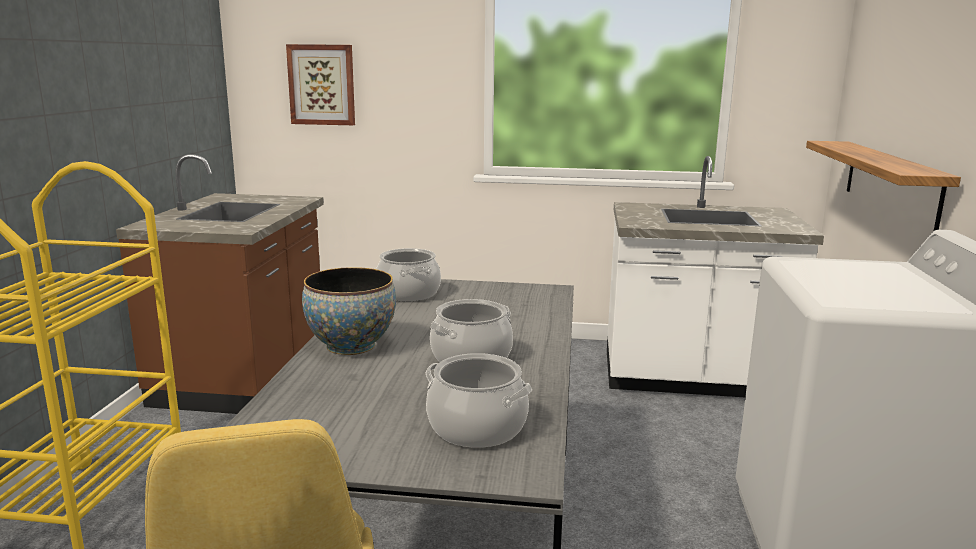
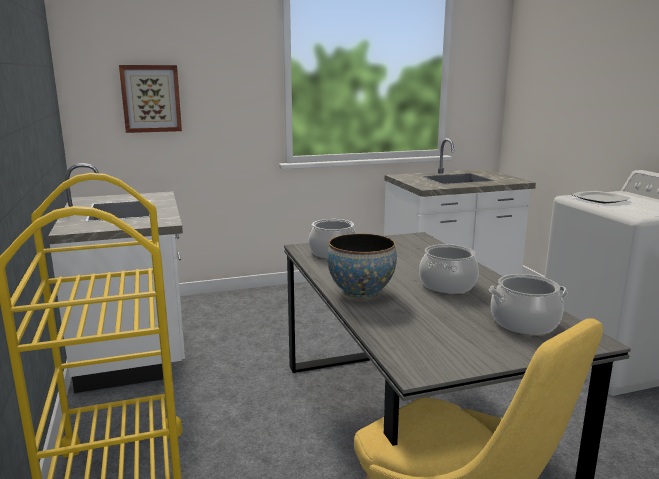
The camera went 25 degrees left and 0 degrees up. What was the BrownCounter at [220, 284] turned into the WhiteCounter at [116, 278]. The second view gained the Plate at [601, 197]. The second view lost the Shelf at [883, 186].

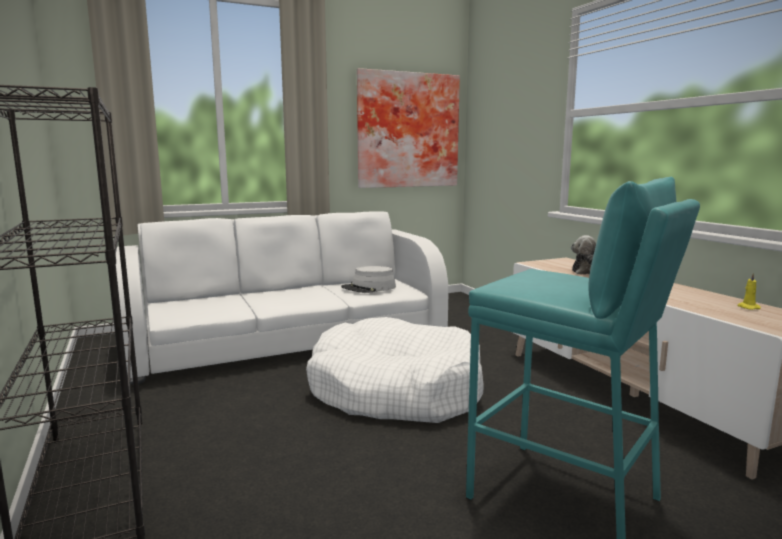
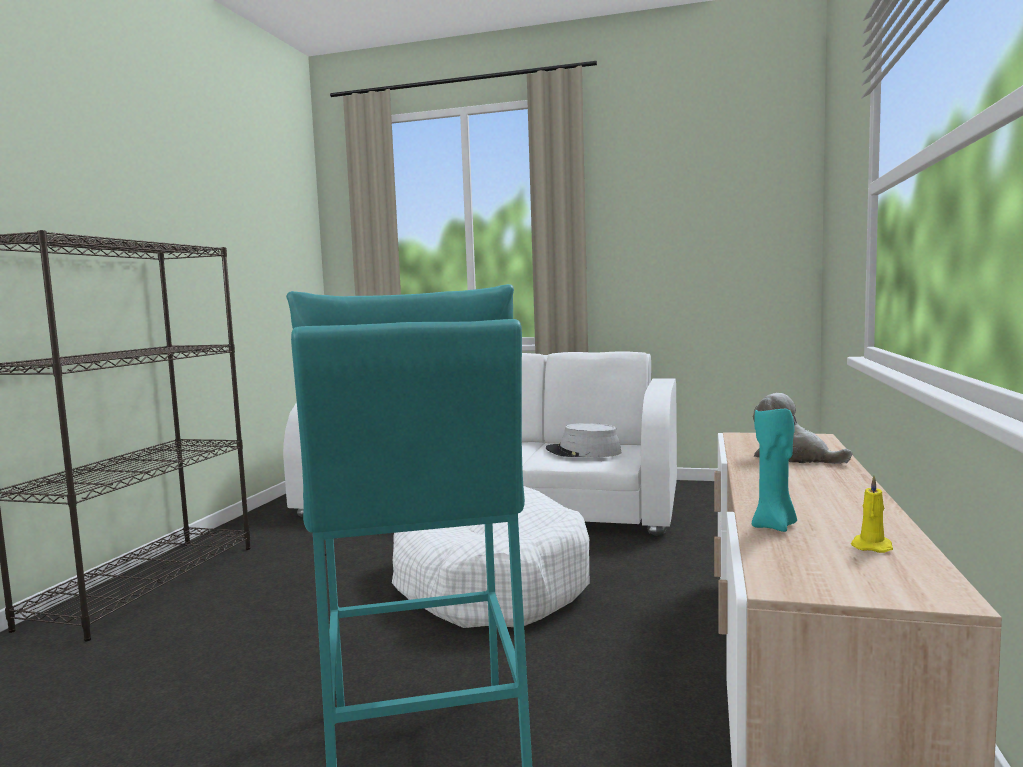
The camera went 40 degrees right and 5 degrees down. The second view gained the TurquoiseCandle at [774, 468]. The second view lost the Picture at [408, 128].

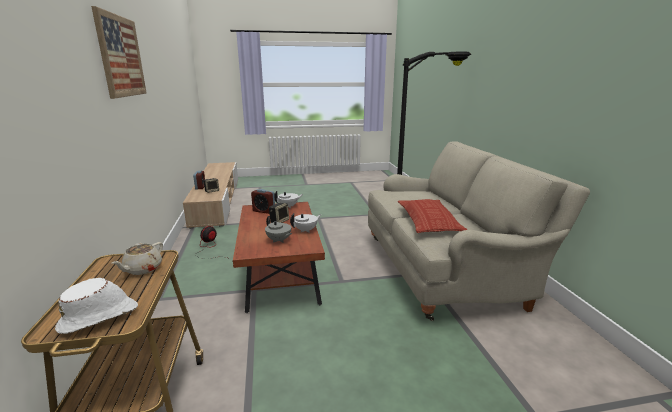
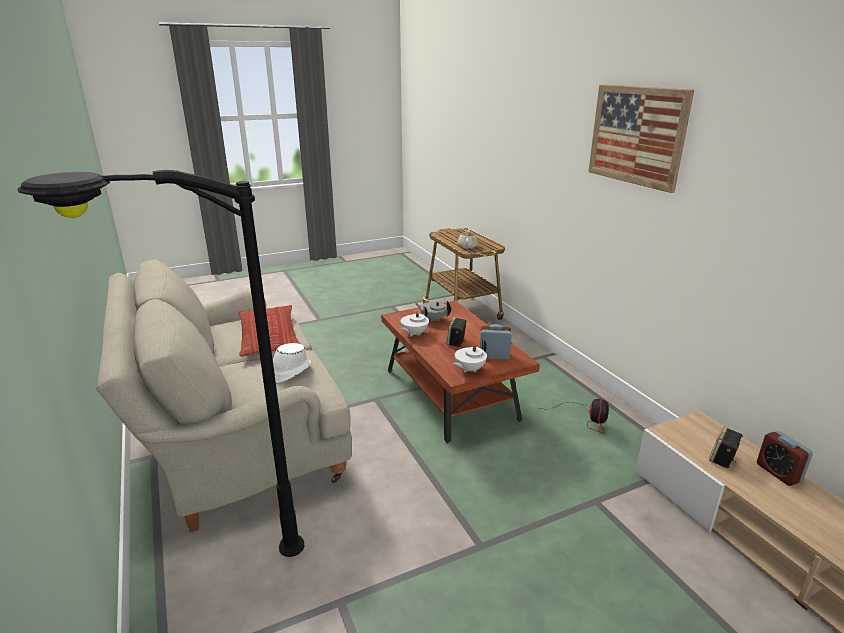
The camera went 165 degrees right and 5 degrees up. The WhiteHat ended up elsewhere, having gone from [96, 306] to [292, 363].

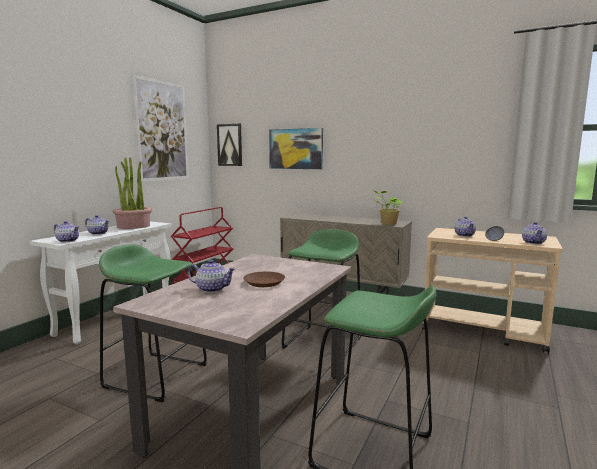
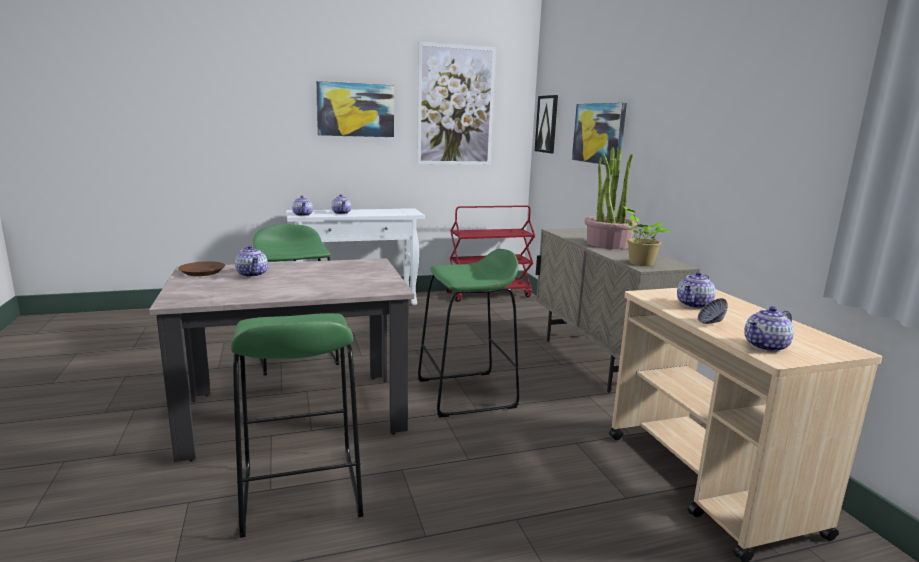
The camera went 45 degrees right and 5 degrees up. The BrownPlate ended up elsewhere, having gone from [264, 279] to [201, 268]. The second view gained the Picture at [355, 109]. The PottedPlant ended up elsewhere, having gone from [132, 193] to [611, 198].

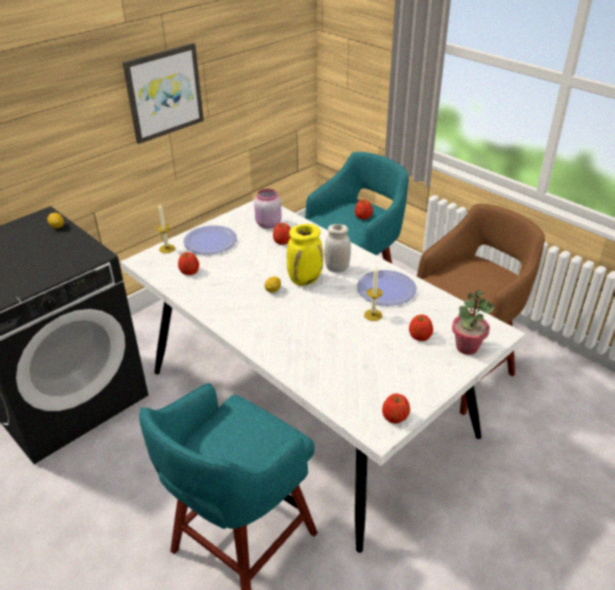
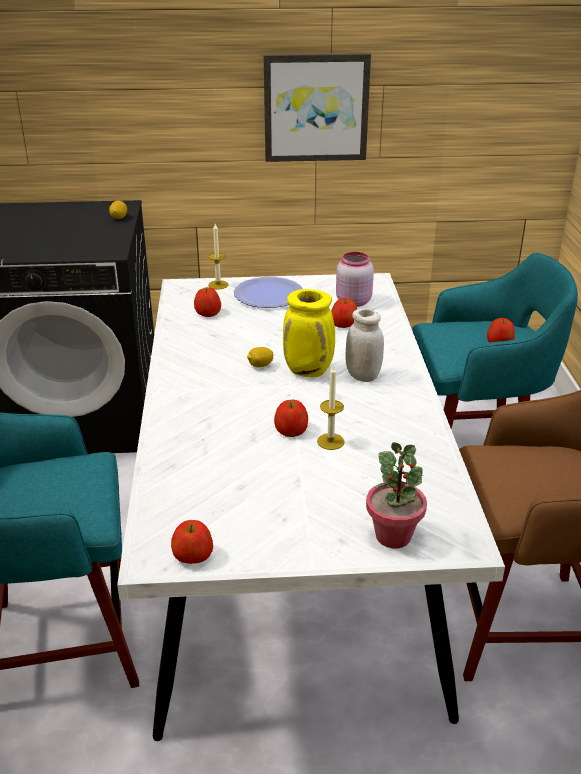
The camera went 40 degrees right and 5 degrees down. The Apple ended up elsewhere, having gone from [421, 328] to [291, 418]. The second view lost the Plate at [387, 288].

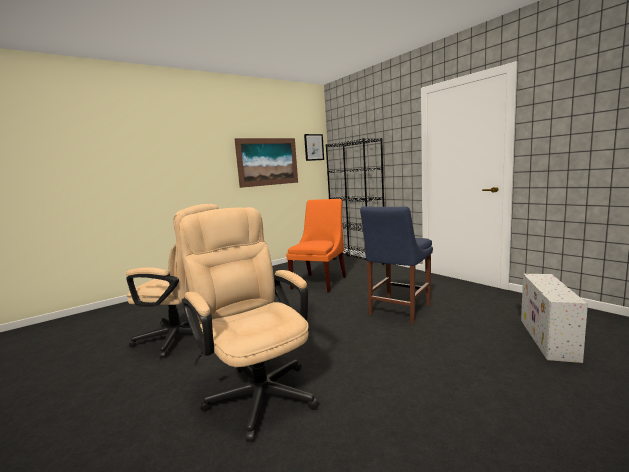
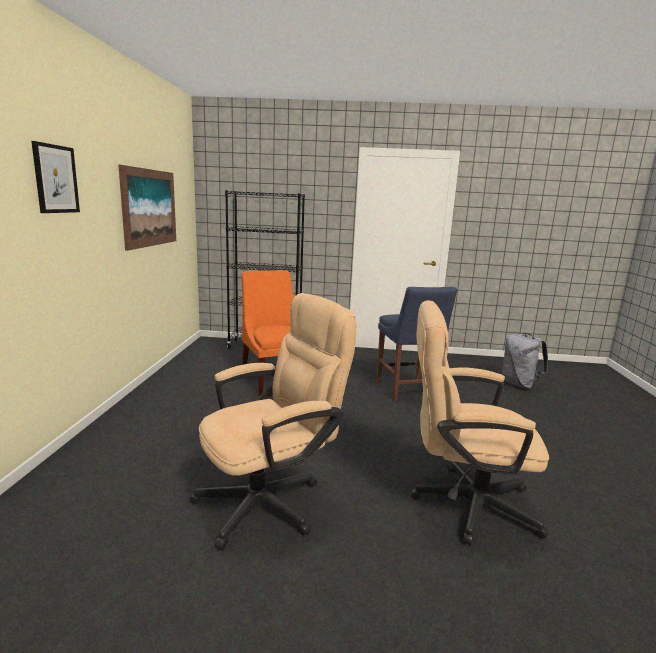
The camera went 50 degrees left and 5 degrees up. The Picture ended up elsewhere, having gone from [314, 147] to [55, 177]. Where the WhiteStorageBox stood at [554, 318], the GreyBackpack came to stand at [525, 361].

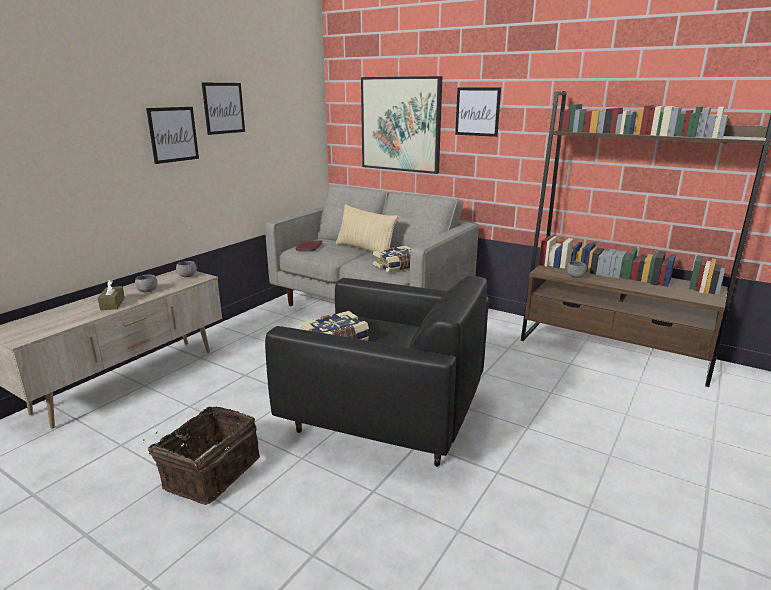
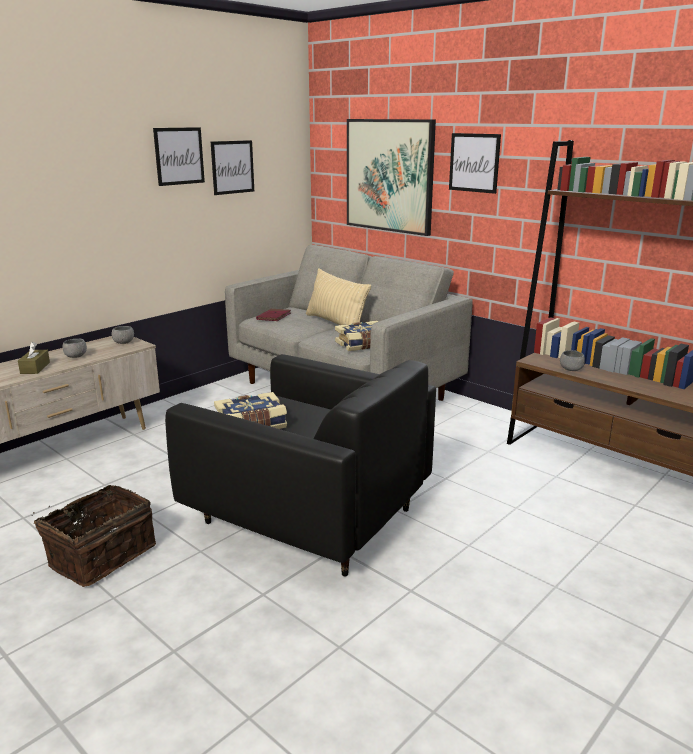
The camera went 10 degrees right and 0 degrees up. The Picture ended up elsewhere, having gone from [172, 135] to [232, 167].

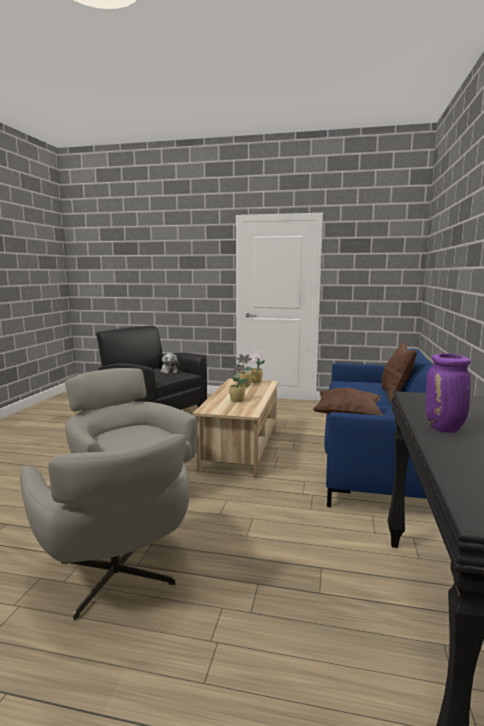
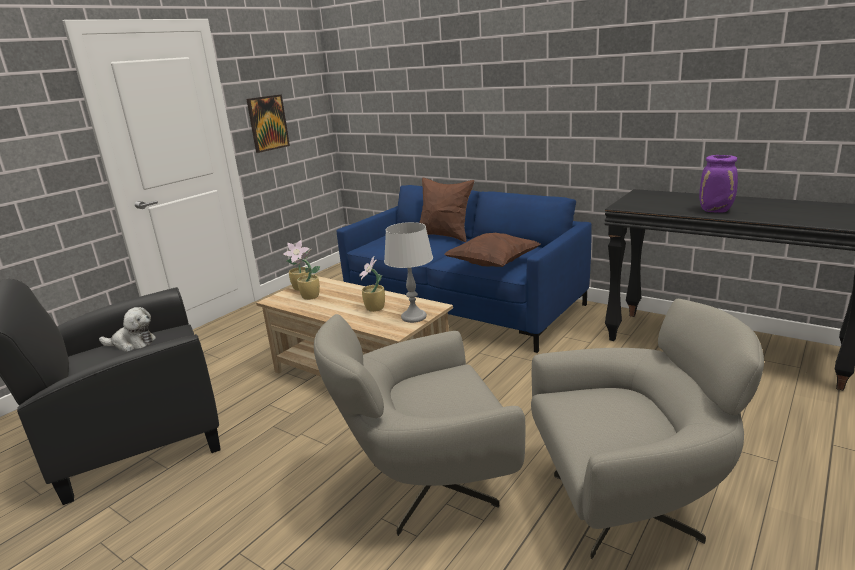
The camera went 65 degrees left and 10 degrees up. The second view gained the Picture at [268, 123]. The second view gained the GreyTableLamp at [408, 272].

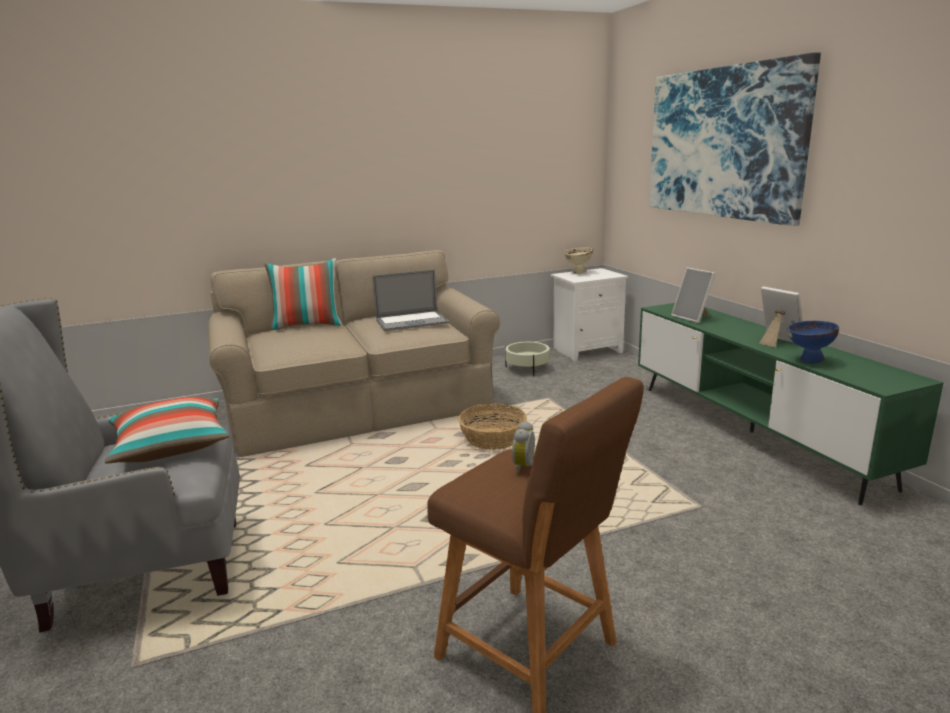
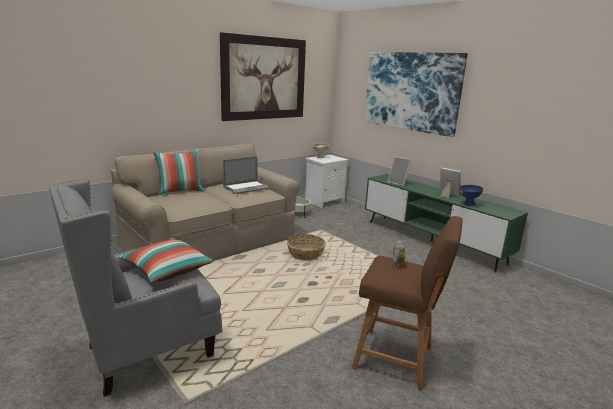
The camera went 20 degrees left and 0 degrees up. The second view gained the Picture at [263, 76].

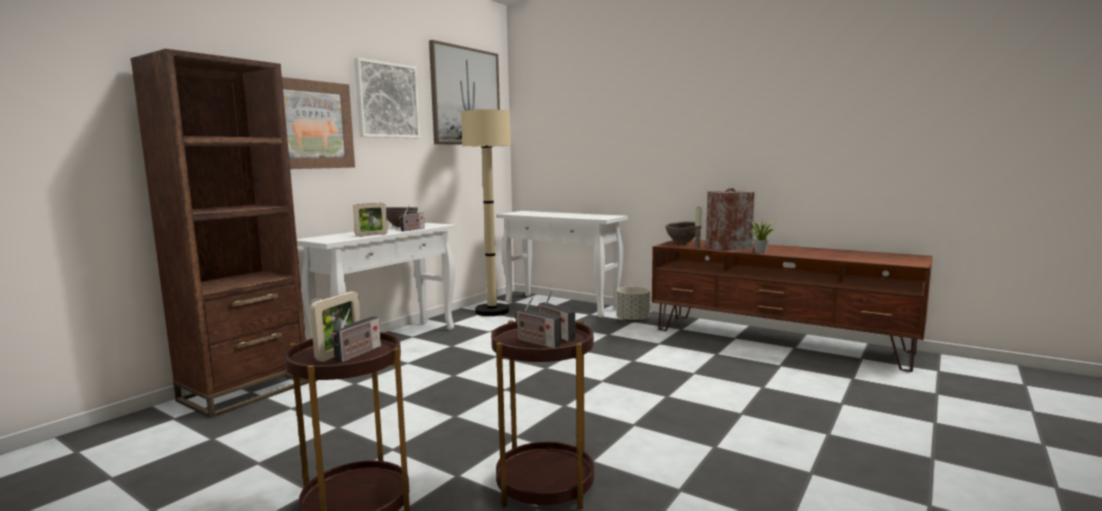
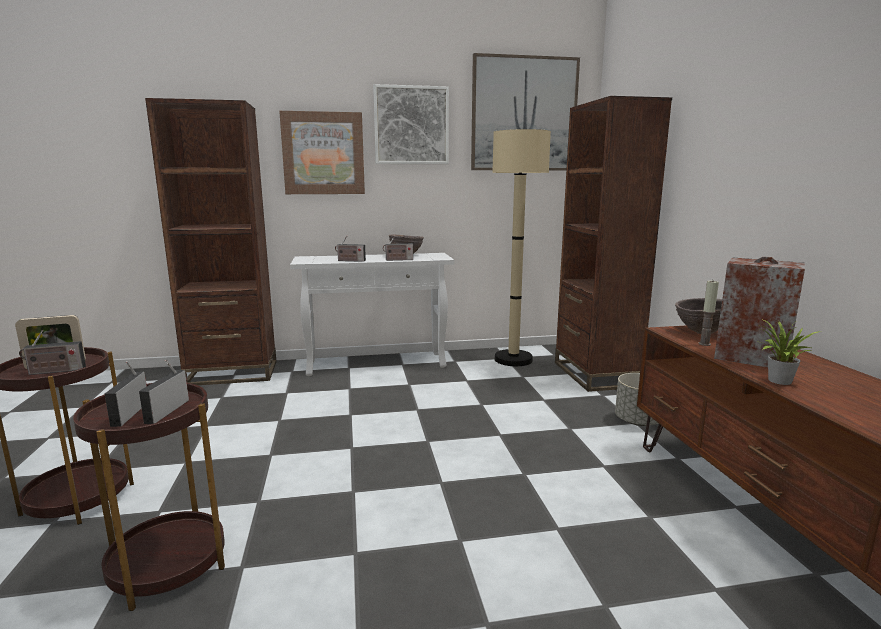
The camera went 45 degrees right and 5 degrees up. Where the PictureFrame stood at [370, 220], the Radio came to stand at [350, 249]. Where the WhiteConsoleTable stood at [562, 264], the BrownBookcase came to stand at [613, 244].

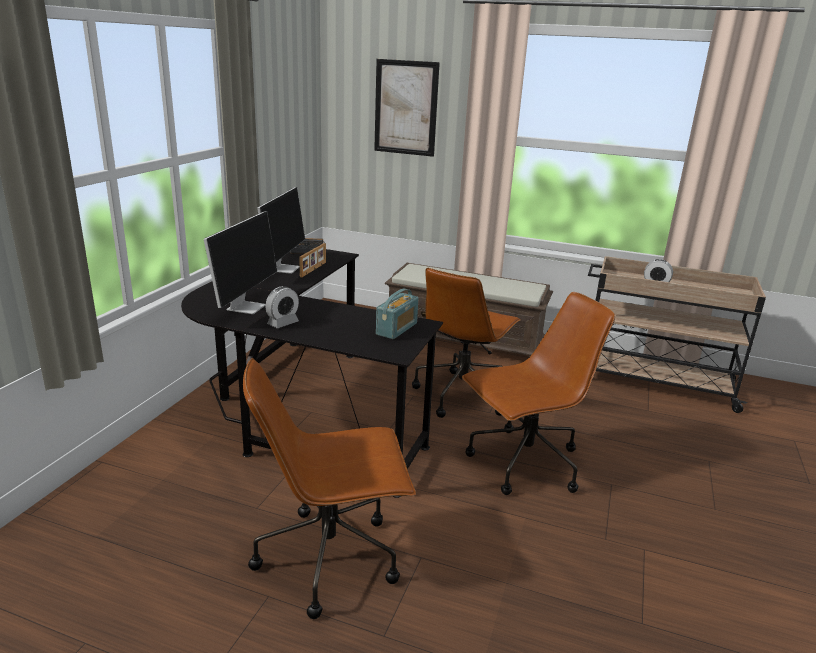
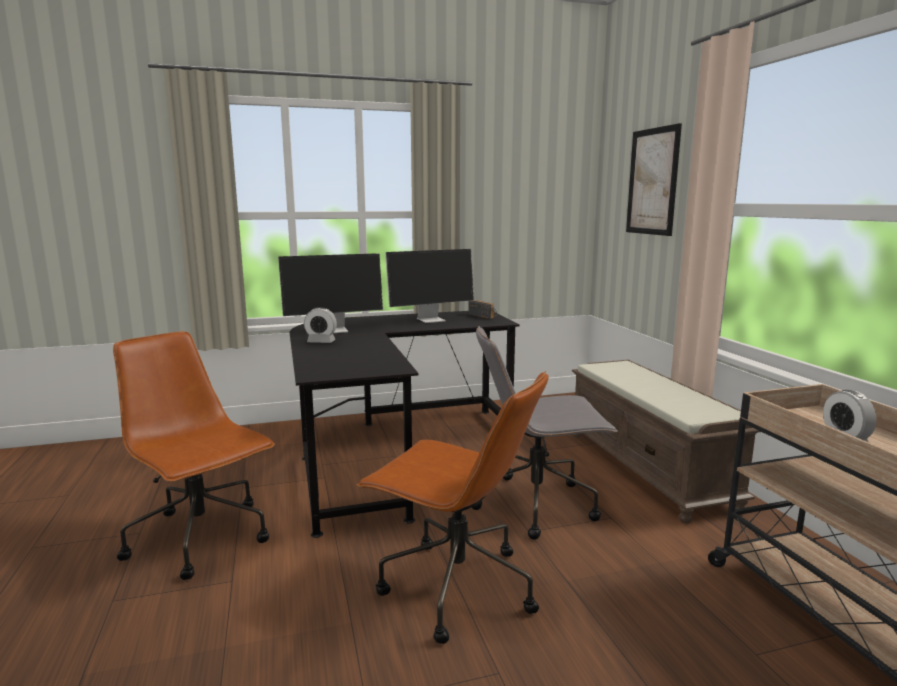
The camera went 55 degrees right and 10 degrees down. What was the BrownOfficeChair at [466, 343] turned into the GreyOfficeChair at [545, 433]. The second view lost the PictureFrame at [312, 260]. The second view lost the Radio at [397, 314].

